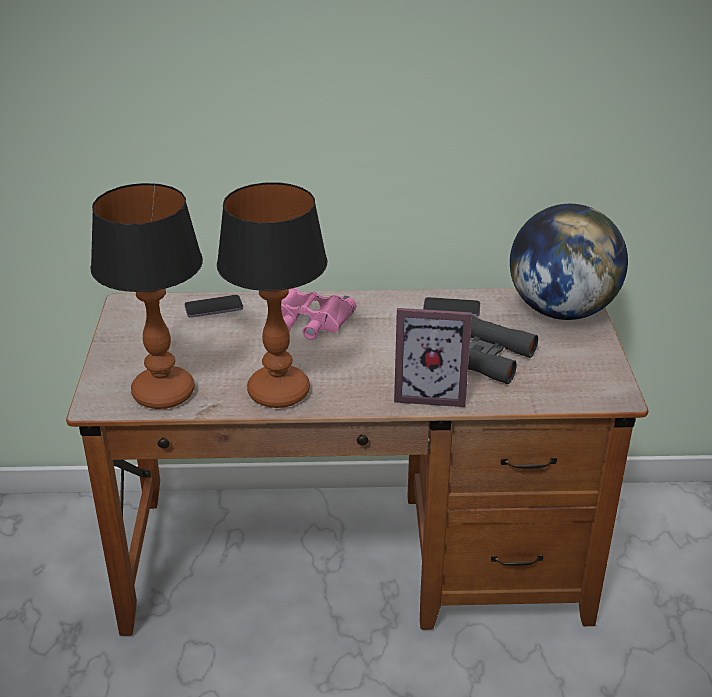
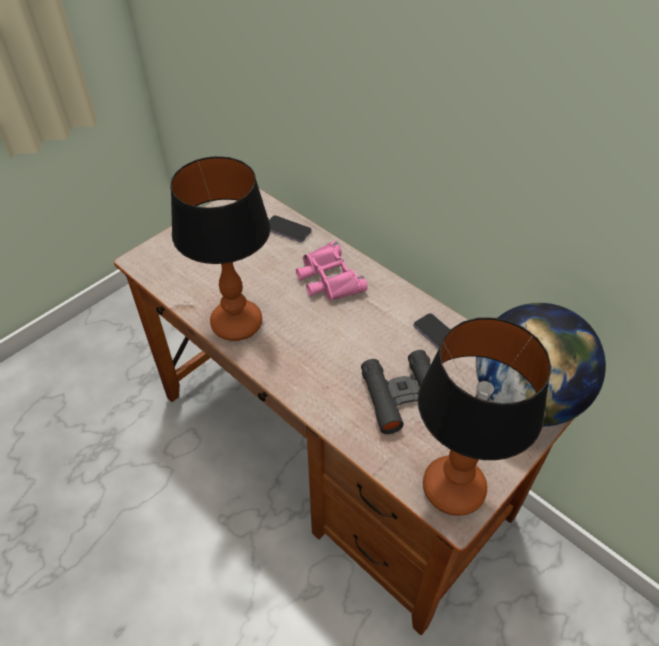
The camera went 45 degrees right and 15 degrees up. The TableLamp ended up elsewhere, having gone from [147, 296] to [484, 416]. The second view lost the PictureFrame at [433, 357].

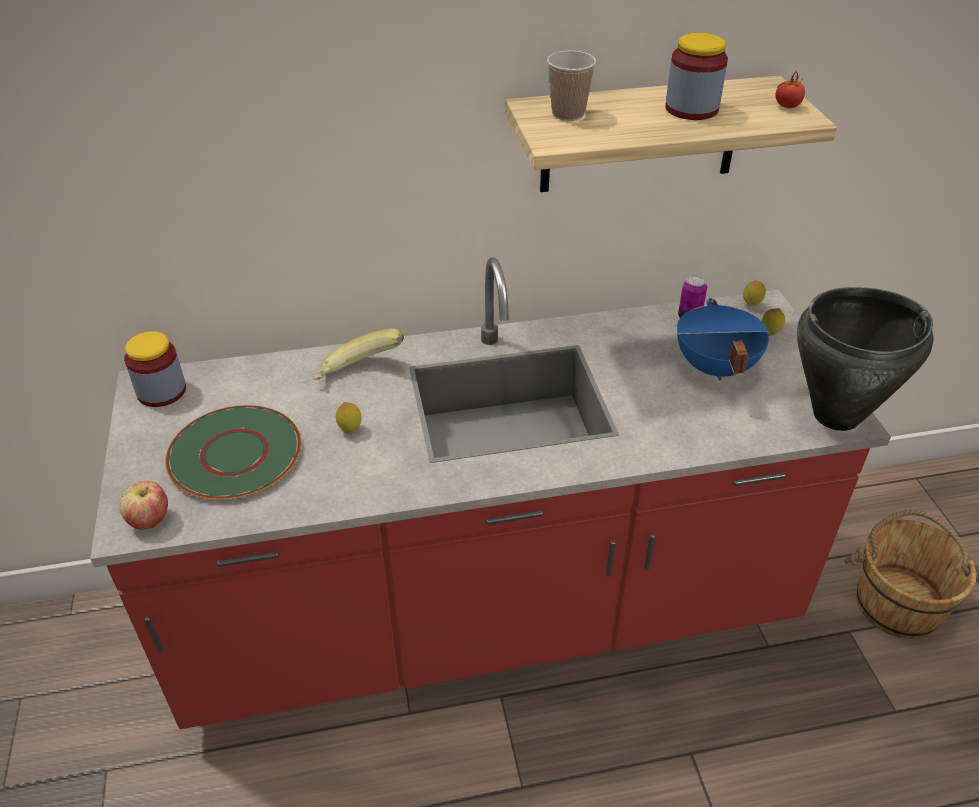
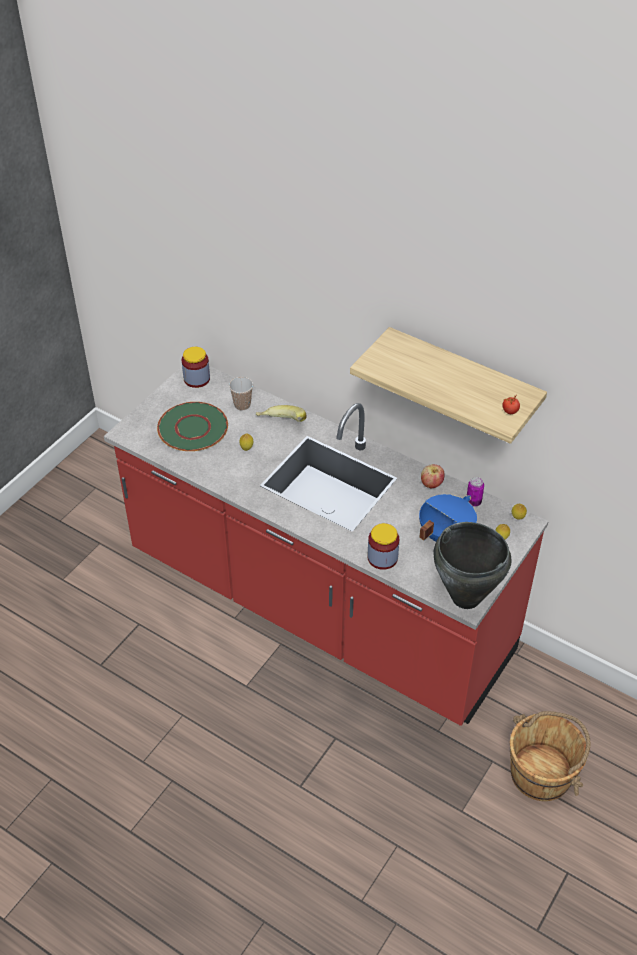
The camera went 45 degrees right and 5 degrees up. The Cup ended up elsewhere, having gone from [571, 86] to [241, 393]. The Jar ended up elsewhere, having gone from [696, 76] to [383, 546]. The Apple ended up elsewhere, having gone from [144, 505] to [432, 476].

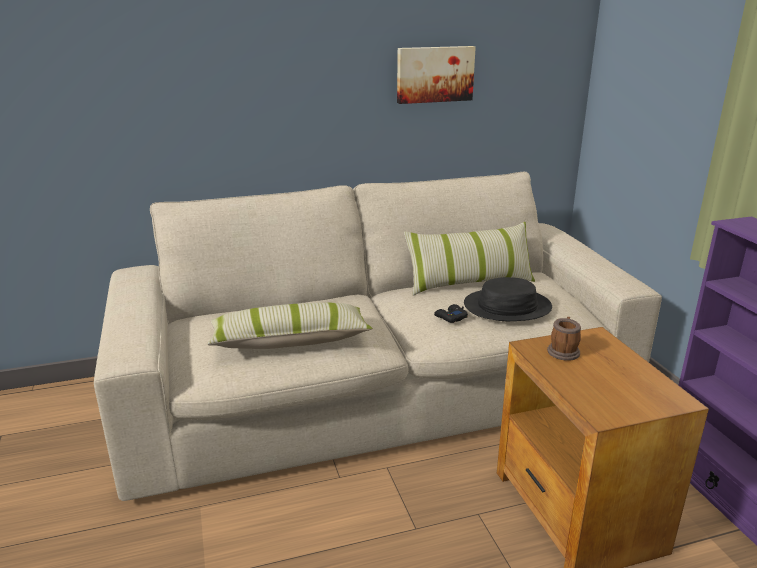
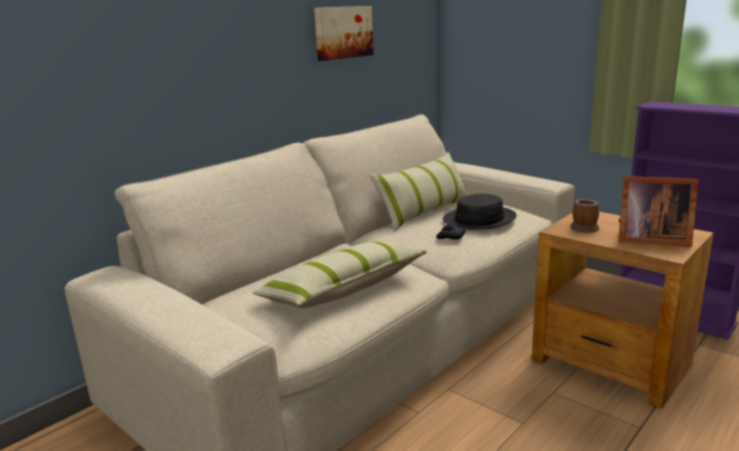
The camera went 30 degrees left and 5 degrees down. The second view gained the PictureFrame at [658, 211].

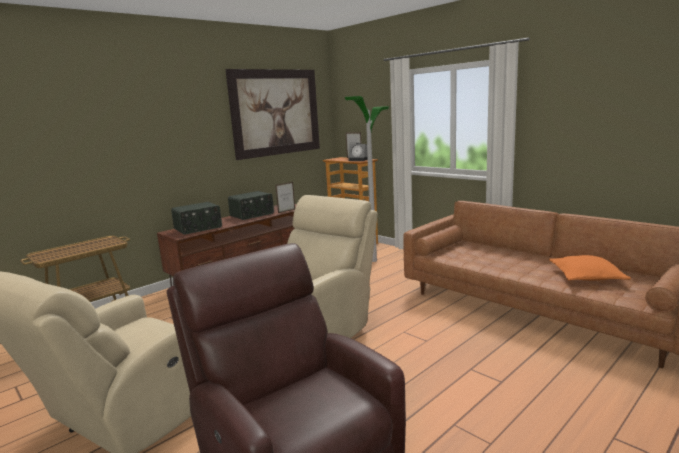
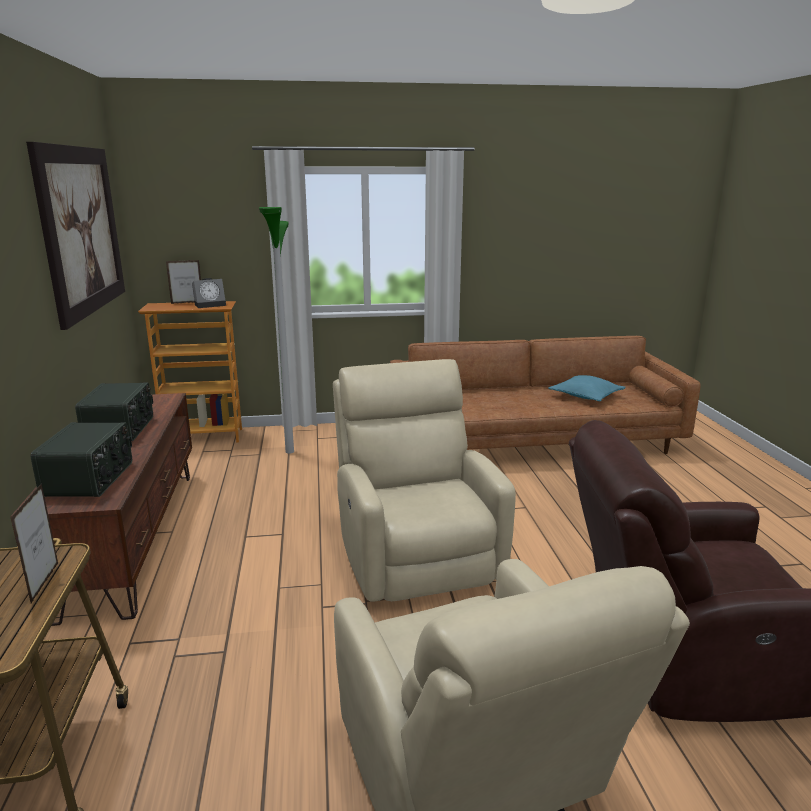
The camera went 55 degrees left and 5 degrees up. The PictureFrame ended up elsewhere, having gone from [285, 197] to [34, 543]. What was the OrangePillow at [590, 268] turned into the TurquoisePillow at [587, 388].

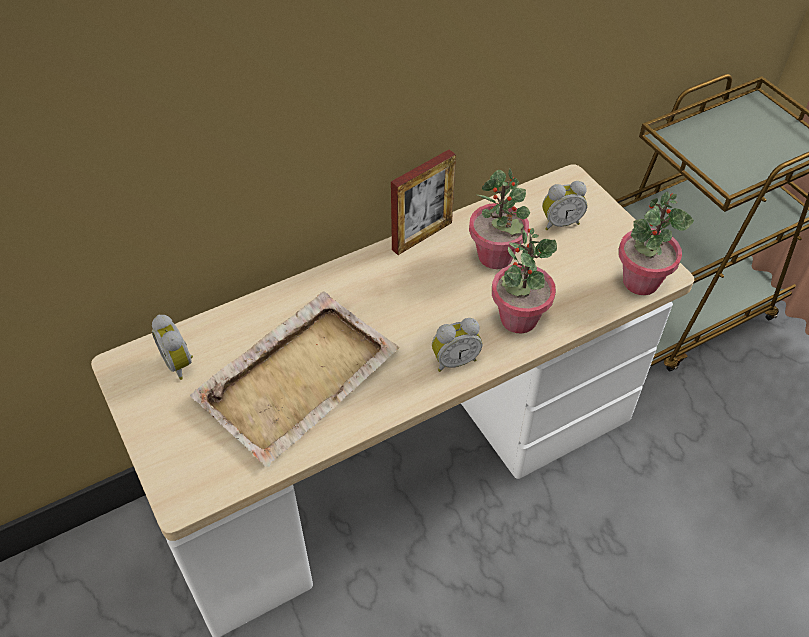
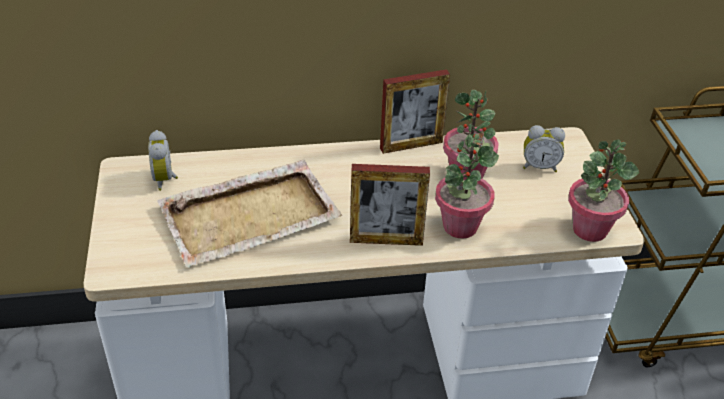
The camera went 20 degrees right and 10 degrees down. Where the AlarmClock stood at [457, 345], the PictureFrame came to stand at [390, 205].

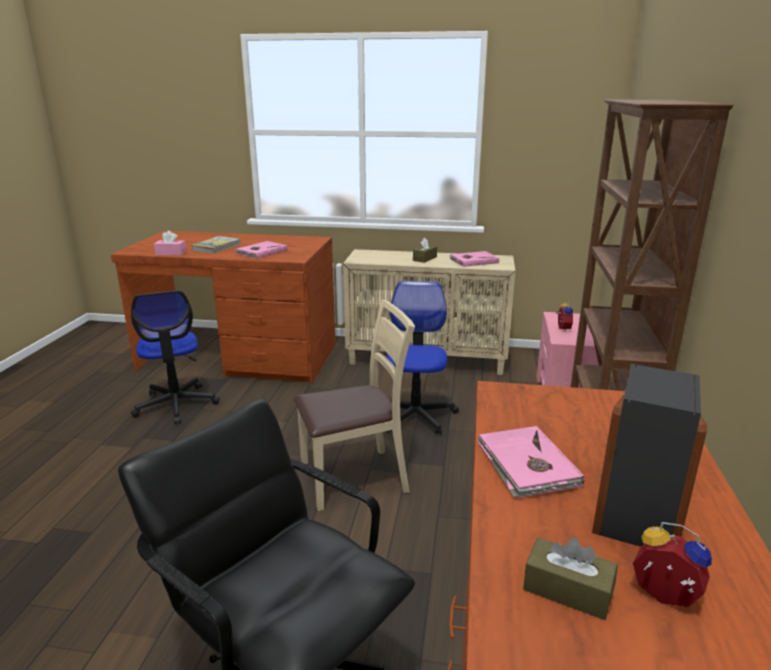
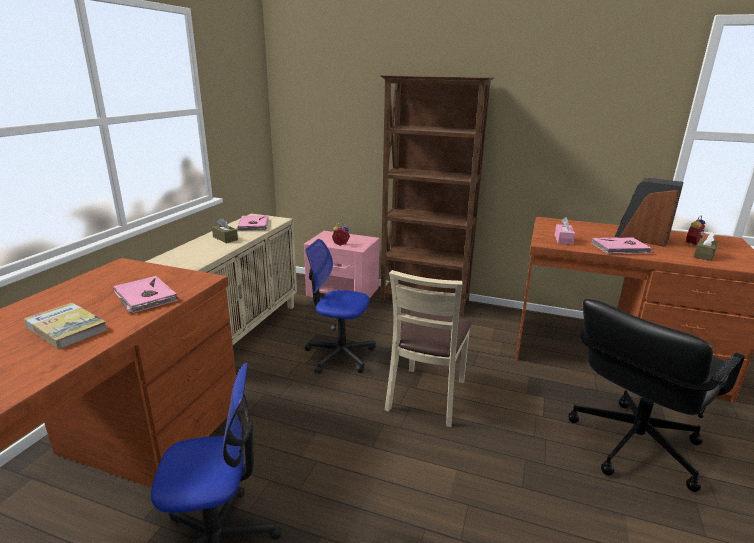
The camera went 80 degrees left and 0 degrees up. The BeigeChair at [354, 405] ended up facing another way, 150 degrees counterclockwise from before. The PinkTissueBox ended up elsewhere, having gone from [170, 243] to [565, 231].

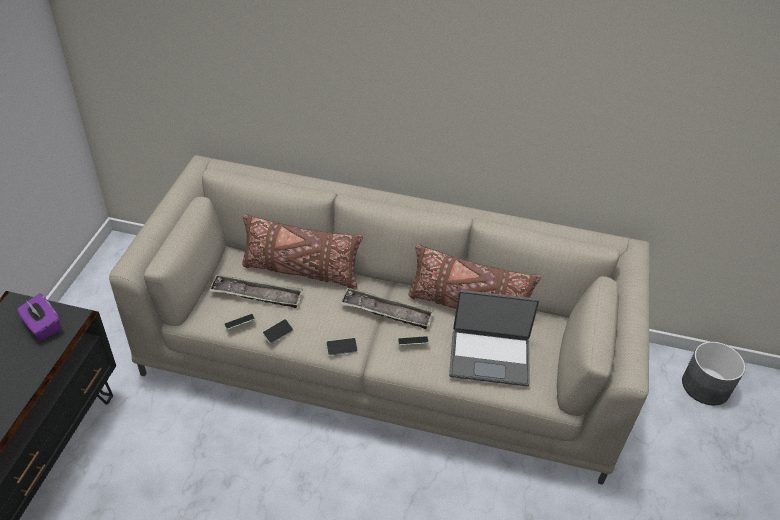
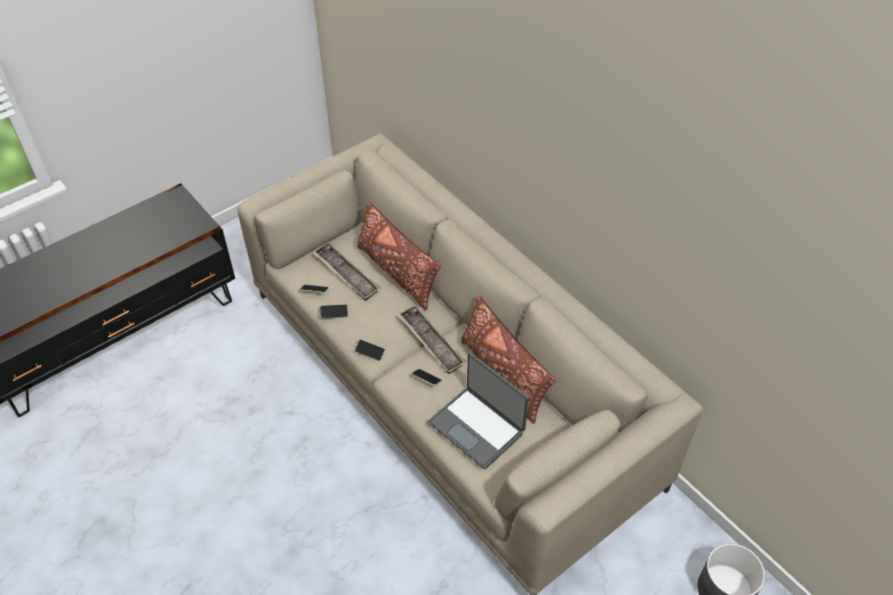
The camera went 40 degrees right and 5 degrees up. The second view lost the PurpleTissueBox at [39, 316].

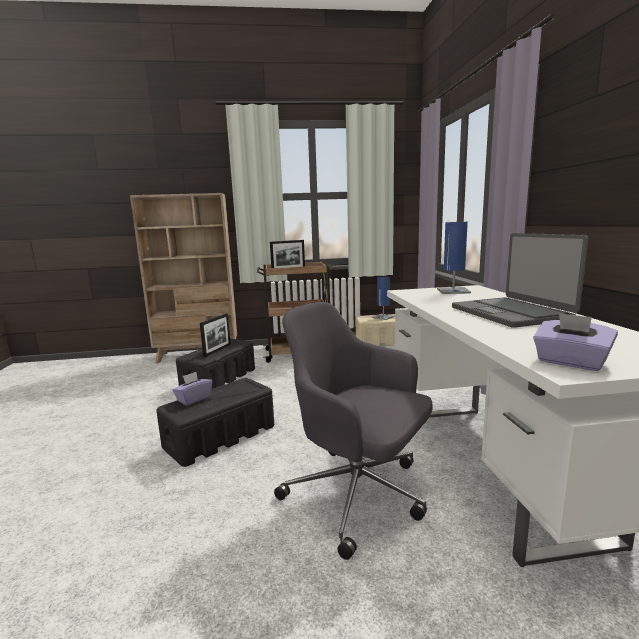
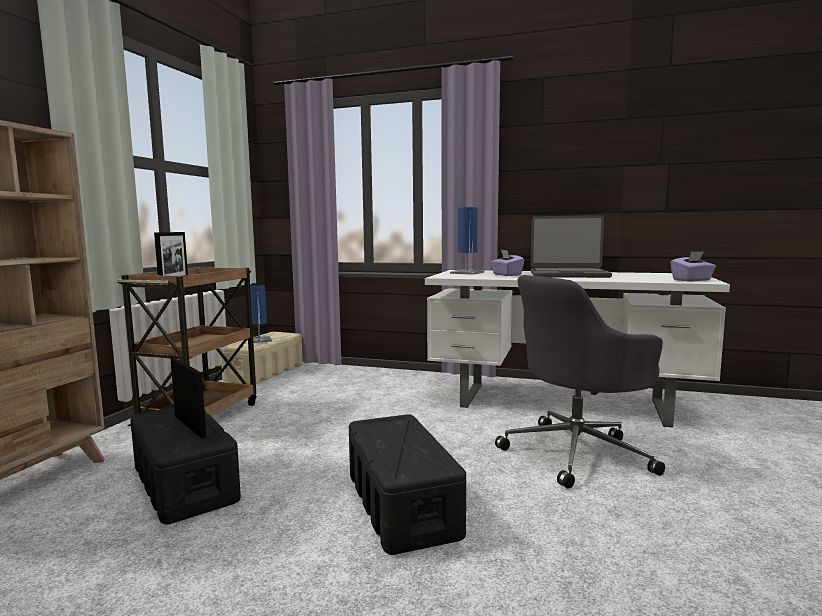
The camera went 65 degrees left and 5 degrees down. The PurpleTissueBox ended up elsewhere, having gone from [192, 388] to [507, 263].

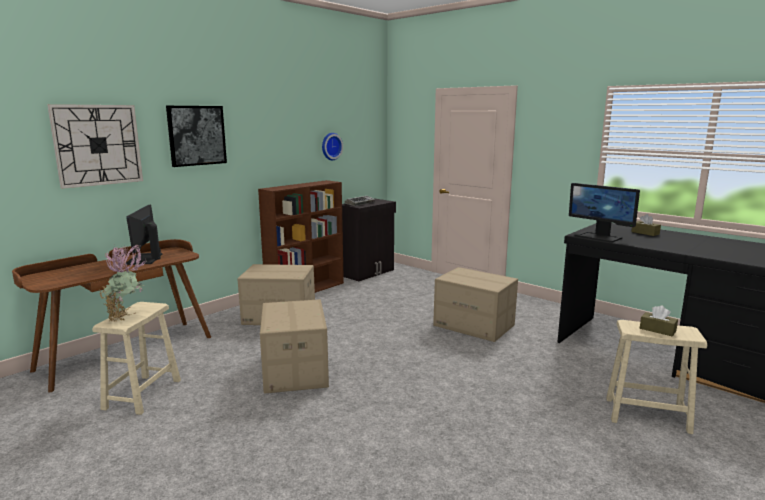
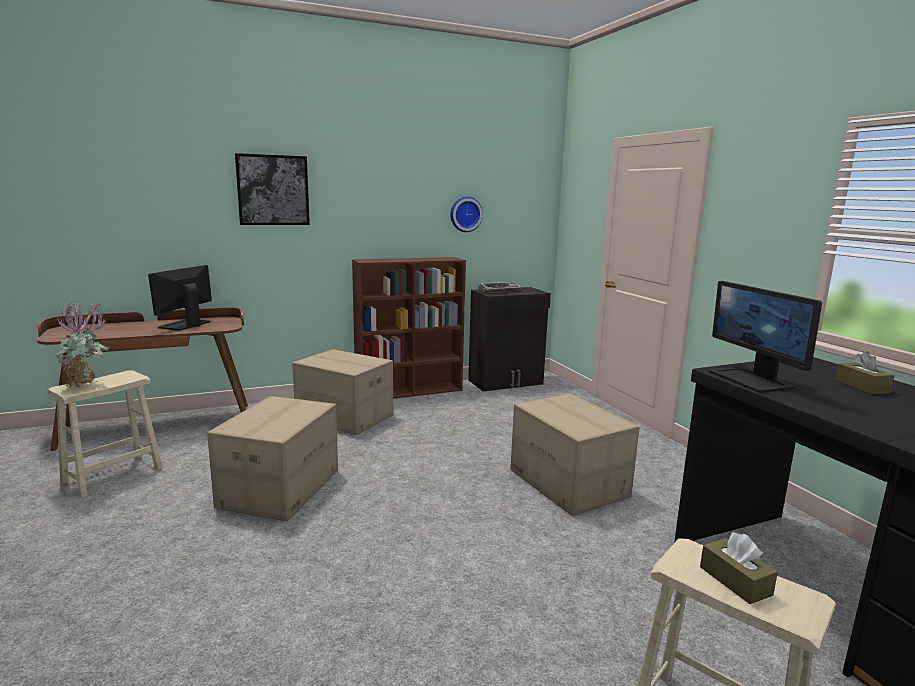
The camera went 25 degrees right and 0 degrees up. The second view lost the WallClock at [95, 146].

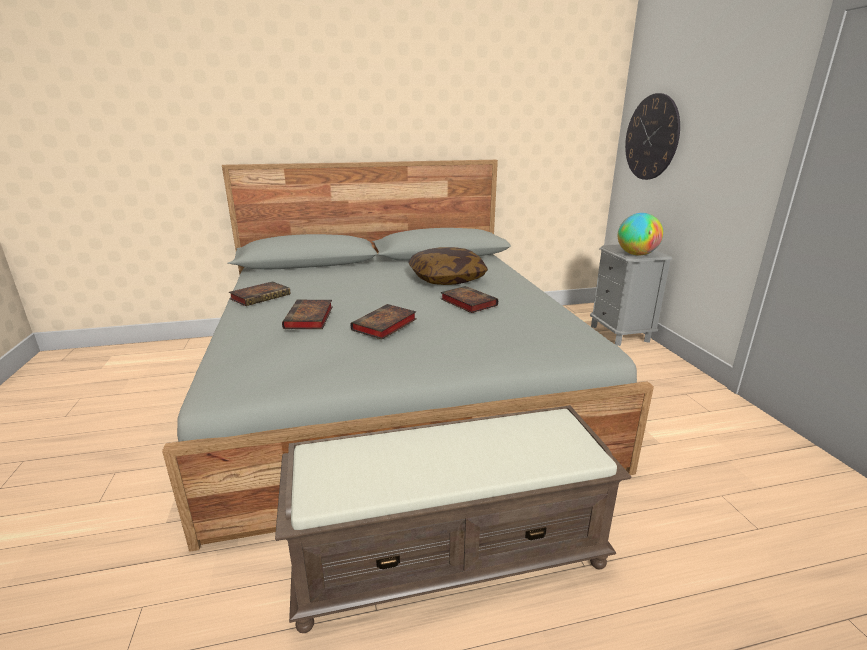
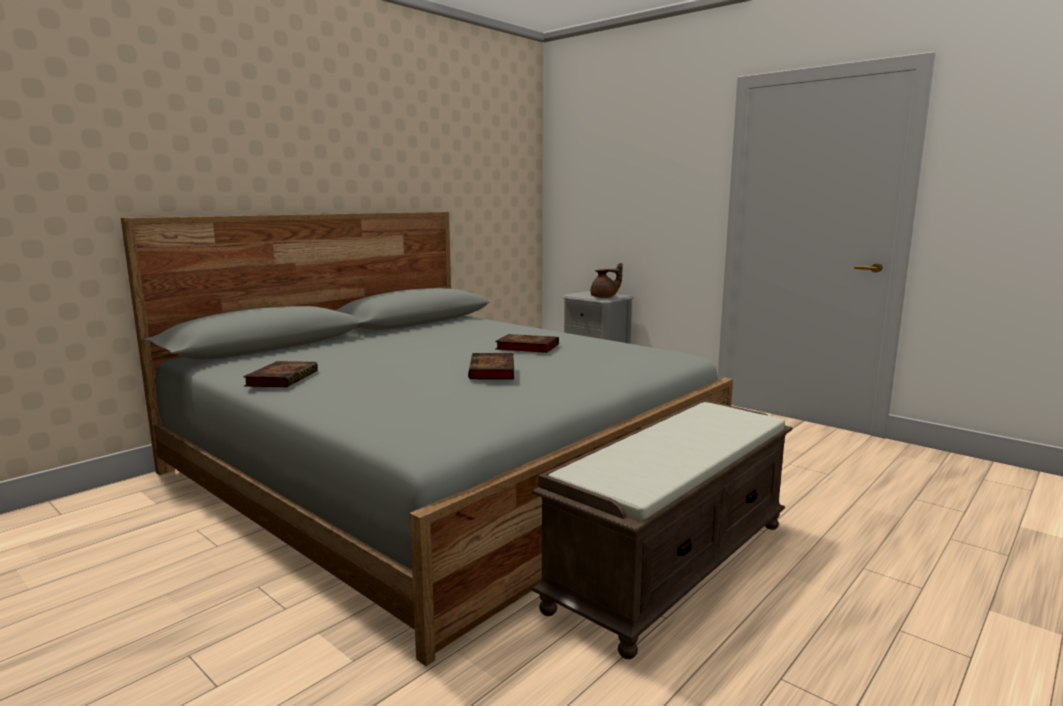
The camera went 35 degrees left and 10 degrees down. Where the Globe stood at [640, 234], the BrownTeapot came to stand at [606, 280]. The second view lost the Book at [307, 314]. The second view lost the Pillow at [448, 266]. The second view lost the WallClock at [652, 136].

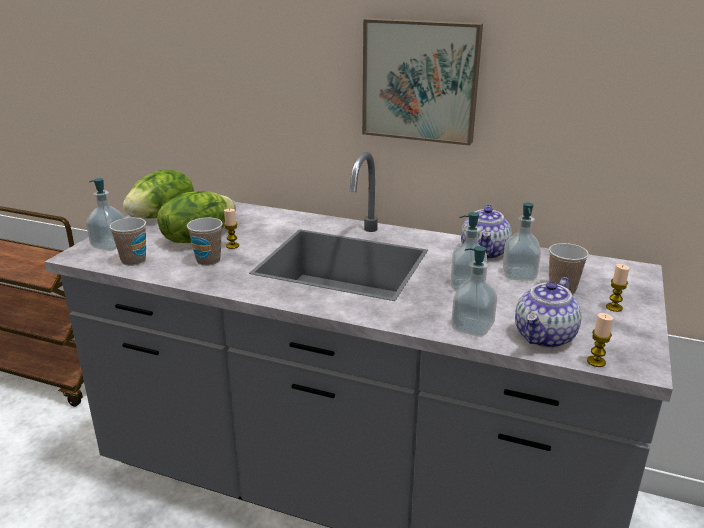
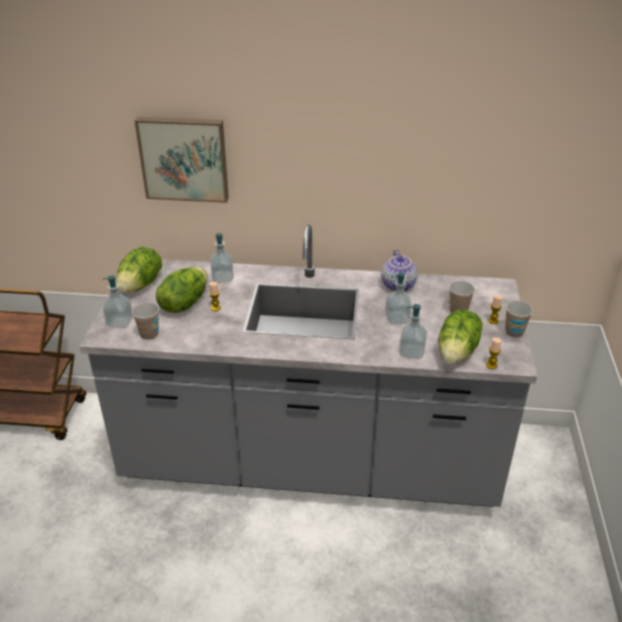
The camera went 15 degrees left and 10 degrees up. The Picture ended up elsewhere, having gone from [422, 82] to [182, 160]. The SoapDispenser ended up elsewhere, having gone from [522, 241] to [222, 258]. Where the Teapot stood at [548, 312], the Lettuce came to stand at [460, 336]. The Cup ended up elsewhere, having gone from [205, 242] to [519, 319].

